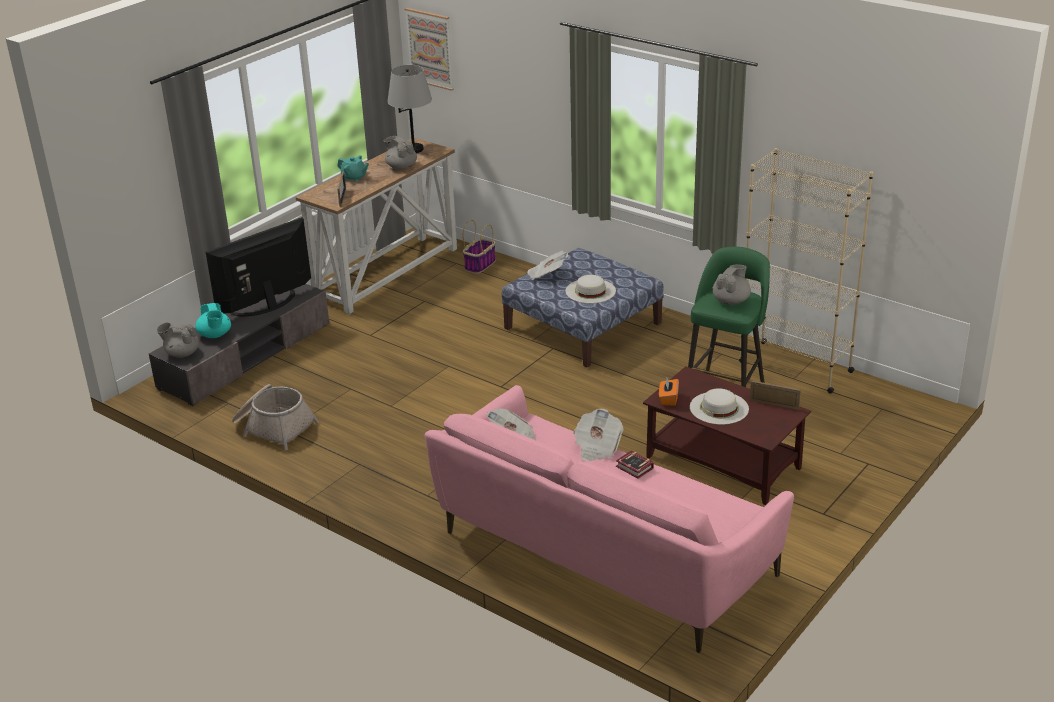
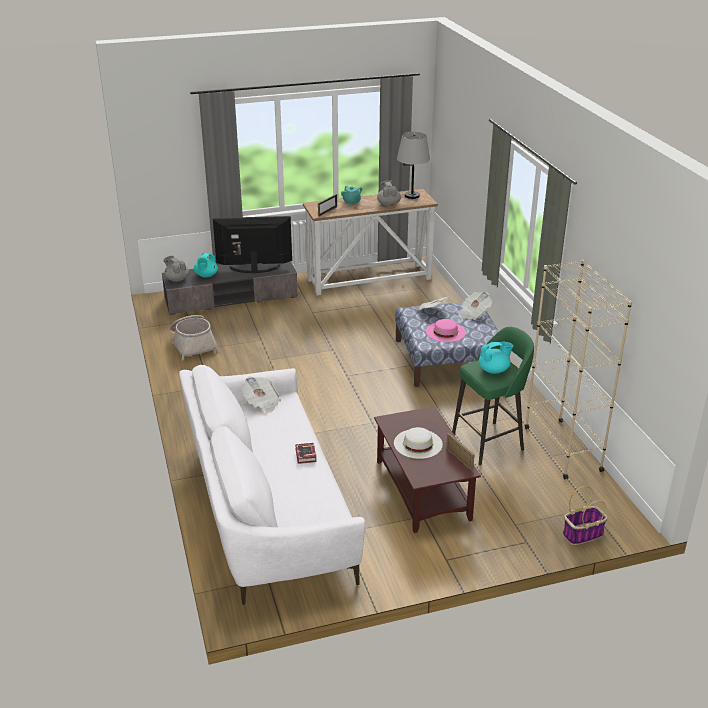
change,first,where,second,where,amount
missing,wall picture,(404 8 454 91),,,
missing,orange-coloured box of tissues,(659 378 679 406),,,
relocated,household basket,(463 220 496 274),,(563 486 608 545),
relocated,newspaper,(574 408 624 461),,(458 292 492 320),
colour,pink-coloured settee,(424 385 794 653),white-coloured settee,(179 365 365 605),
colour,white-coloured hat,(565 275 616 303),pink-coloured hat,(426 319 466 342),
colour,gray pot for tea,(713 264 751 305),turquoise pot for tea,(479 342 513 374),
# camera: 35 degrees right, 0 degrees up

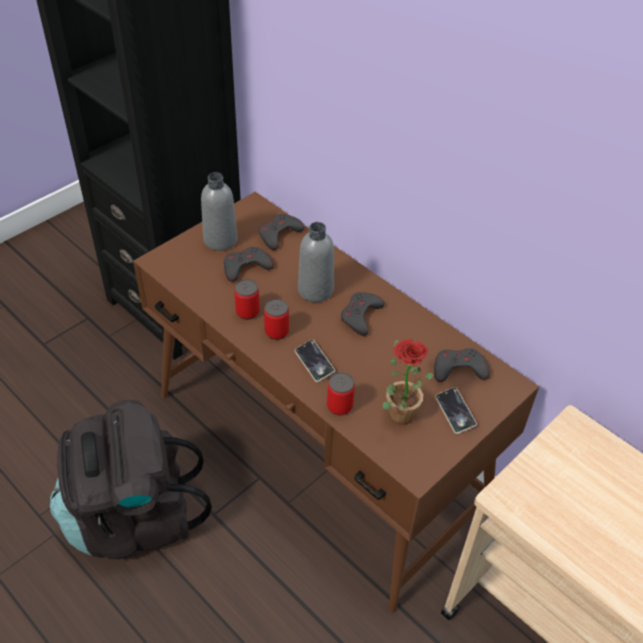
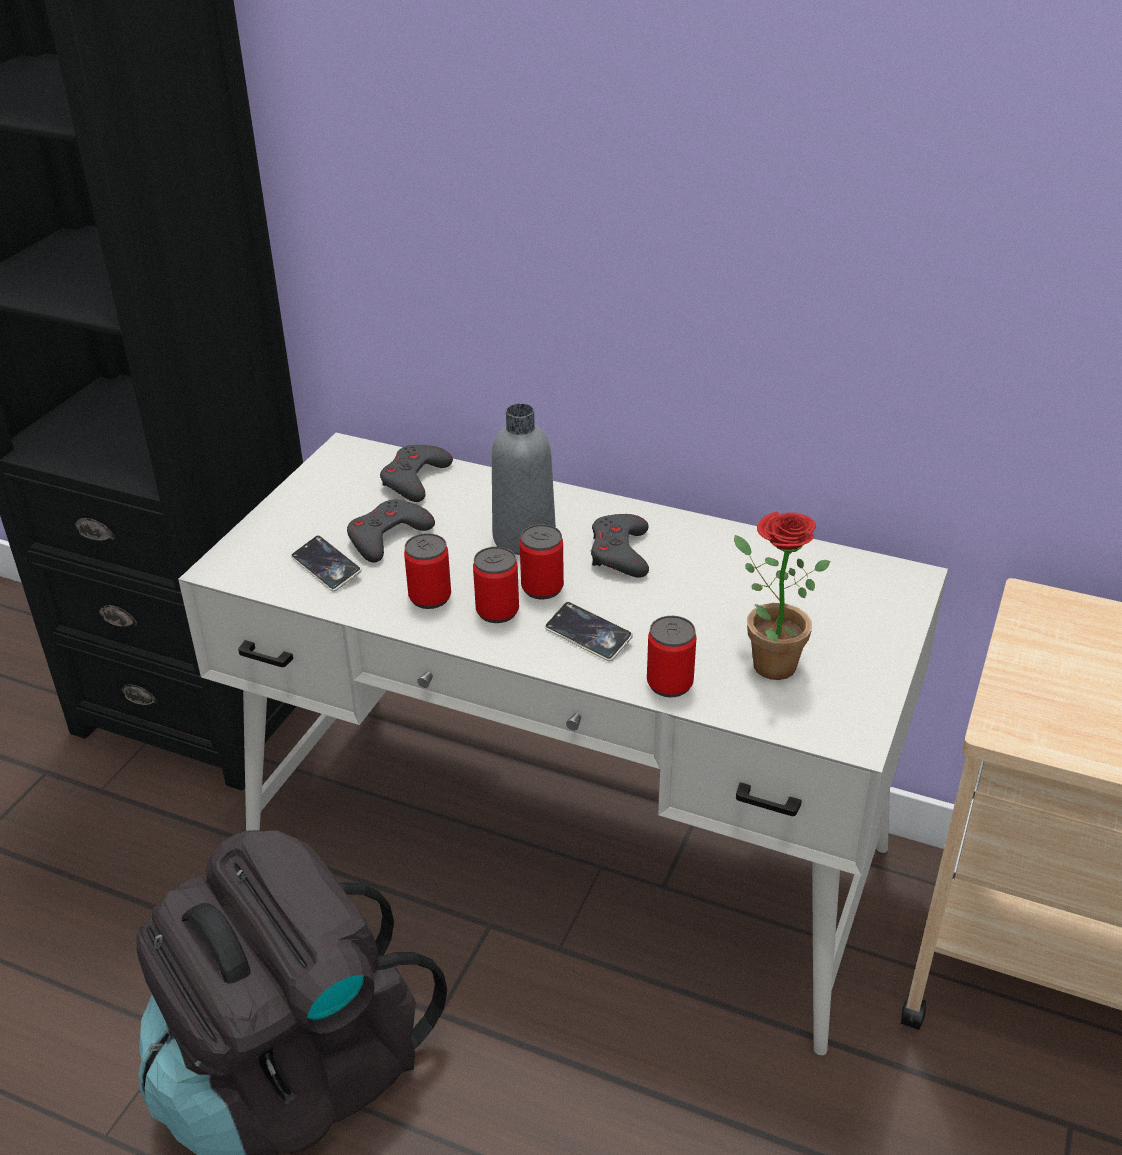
change,first,where,second,where,amount
missing,gray drink bottle,(201 172 238 251),,,
missing,gray joypad,(434 348 490 382),,,
appeared,,,can,(520 524 564 599),
relocated,telephone,(435 387 477 434),,(291 535 362 592),
colour,brown desk table,(133 192 539 613),white-coloured desk table,(178 433 948 1055),
# camera: 20 degrees left, 10 degrees down

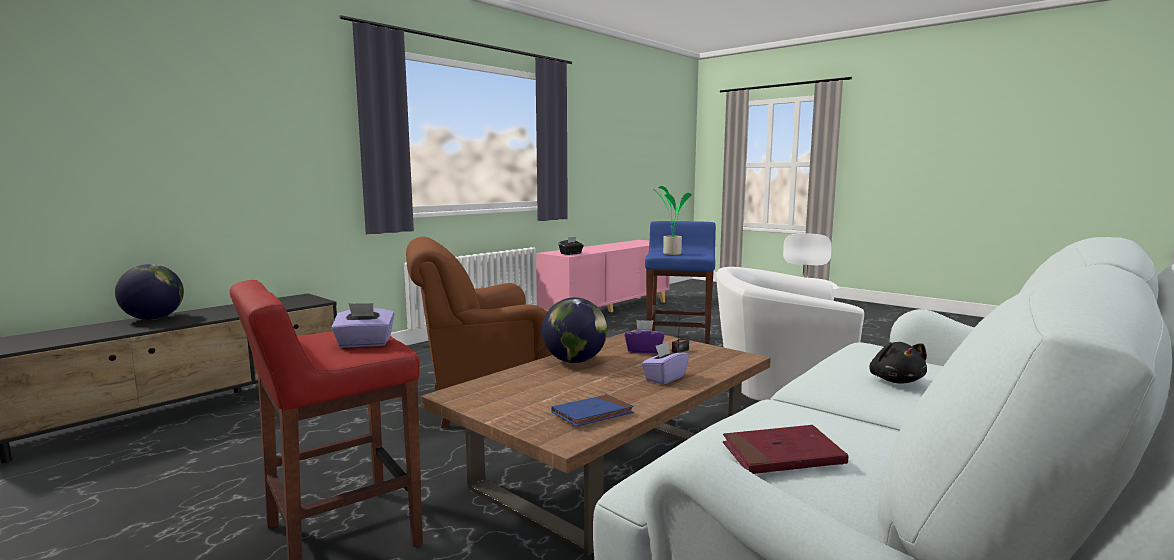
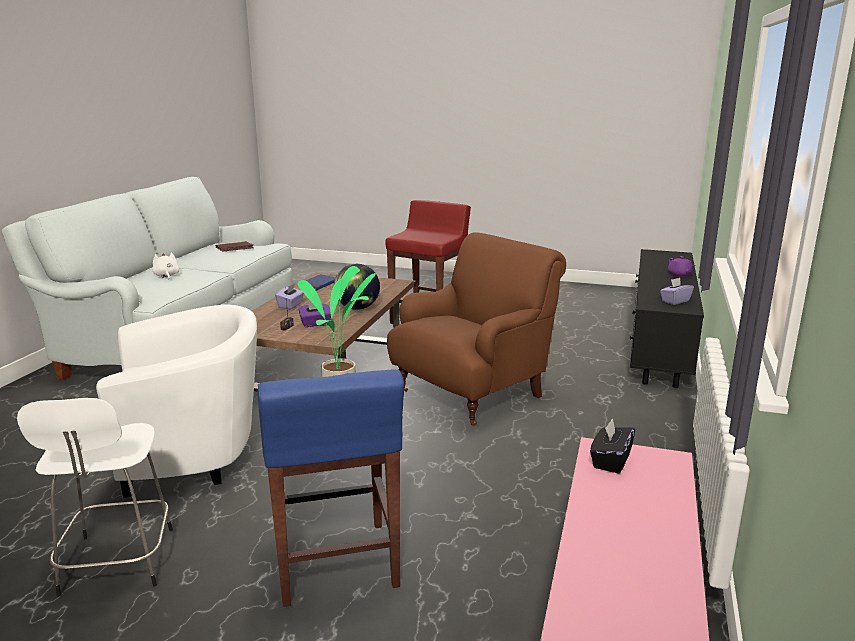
change,first,where,second,where,amount
relocated,purple box of tissues,(331 303 395 348),,(660 278 694 305),
exchanged,globe,(115 264 184 320),purple pot for tea,(668 256 695 277),
colour,black-coloured soft toy,(869 342 927 384),white-coloured soft toy,(152 252 179 279),
# camera: 155 degrees right, 10 degrees up

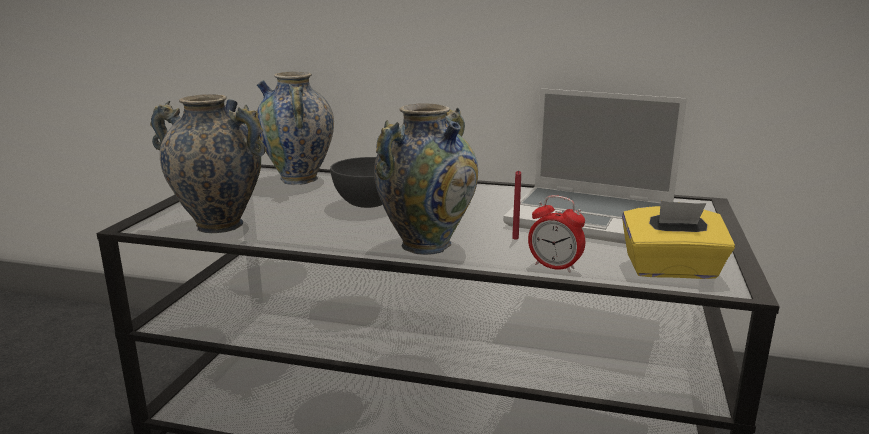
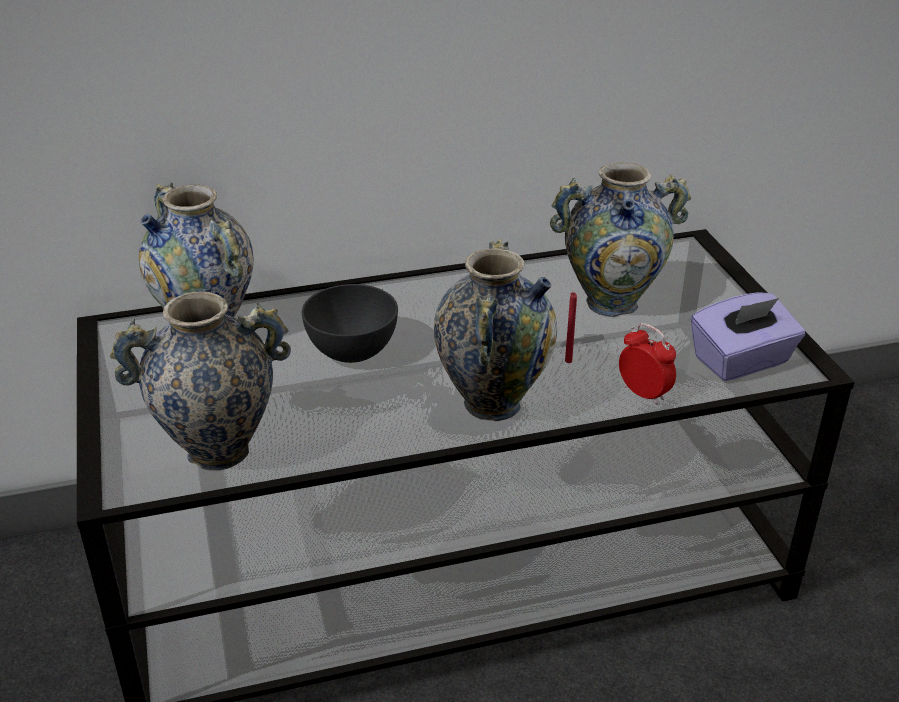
change,first,where,second,where,amount
exchanged,laptop,(503 88 687 244),flower vase,(550 162 691 317),
colour,yellow-coloured box of tissues,(622 201 735 279),purple box of tissues,(691 292 805 381),
spun,alarm clock,(528 195 585 273),,(619 323 676 405),135 degrees counterclockwise
# camera: 30 degrees left, 15 degrees up

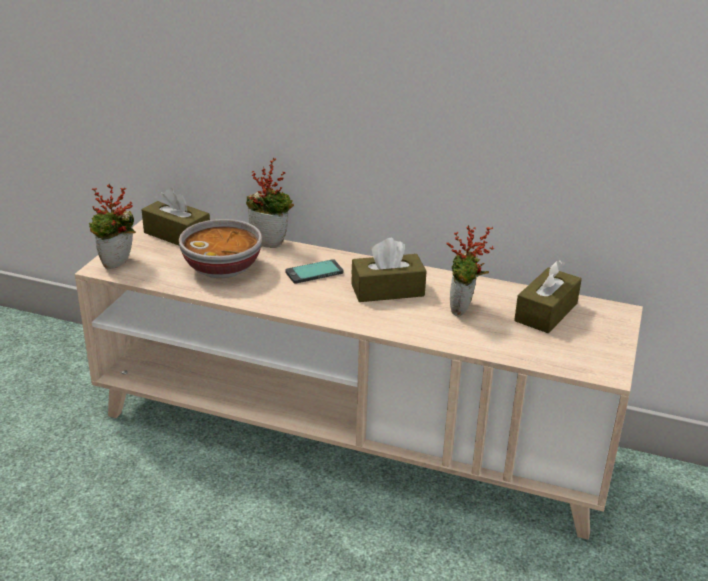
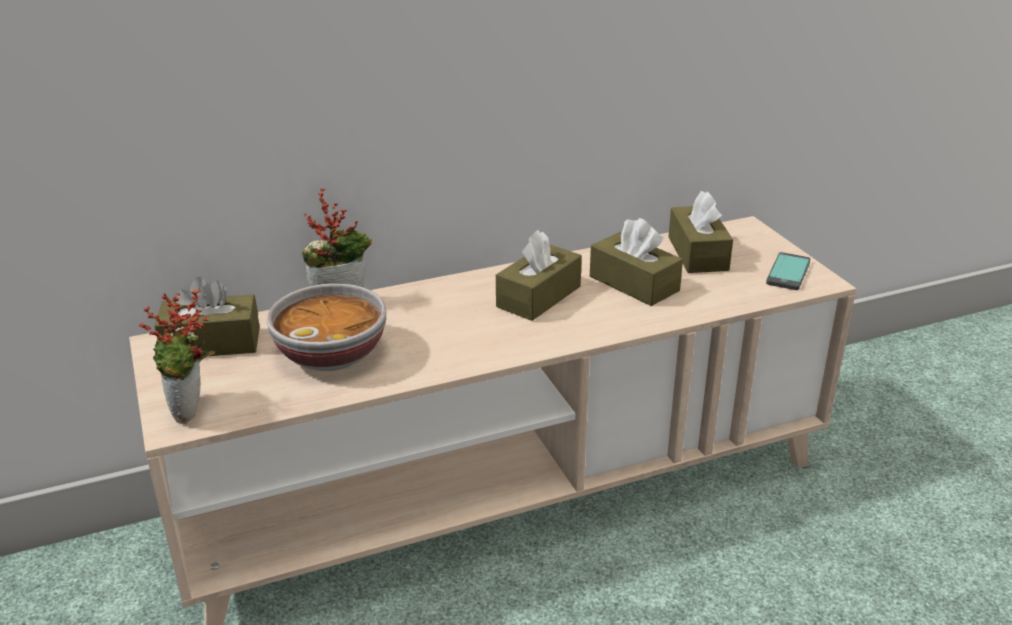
change,first,where,second,where,amount
relocated,telephone,(286 259 343 284),,(766 252 811 290),
exchanged,houseplant,(446 225 494 316),brown box of tissues,(590 218 683 306),
# camera: 40 degrees left, 0 degrees up

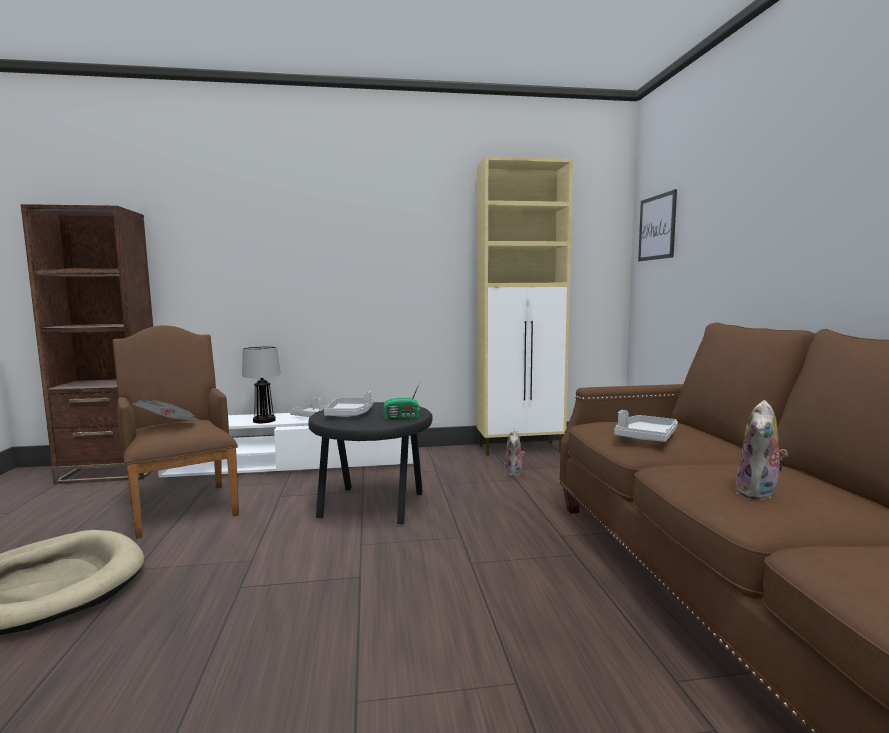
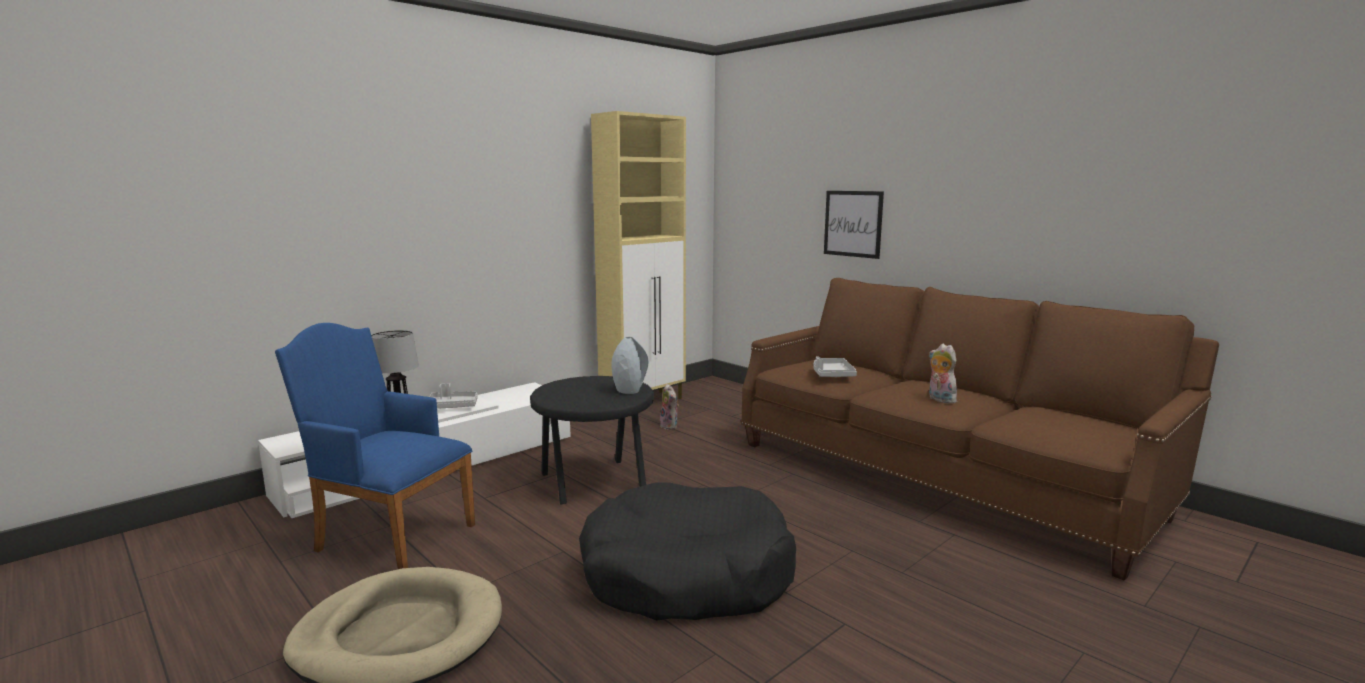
change,first,where,second,where,amount
missing,brown shelving unit,(21 204 153 484),,,
missing,newspaper,(132 400 199 420),,,
missing,gray serving tray,(324 391 373 417),,,
appeared,,,black-coloured dog bed,(579 482 796 621),
relocated,wall picture,(638 189 677 261),,(824 191 884 259),
exchanged,radio set,(383 383 420 420),gray flower vase,(611 337 648 394),
colour,brown armchair,(113 325 239 539),bluish armchair,(275 323 475 569),
spun,soft toy,(735 400 788 500),,(929 344 957 403),150 degrees clockwise
# camera: 35 degrees left, 5 degrees up

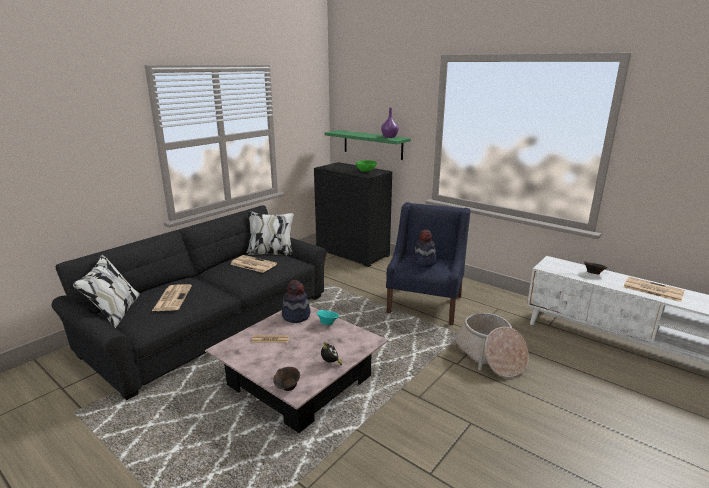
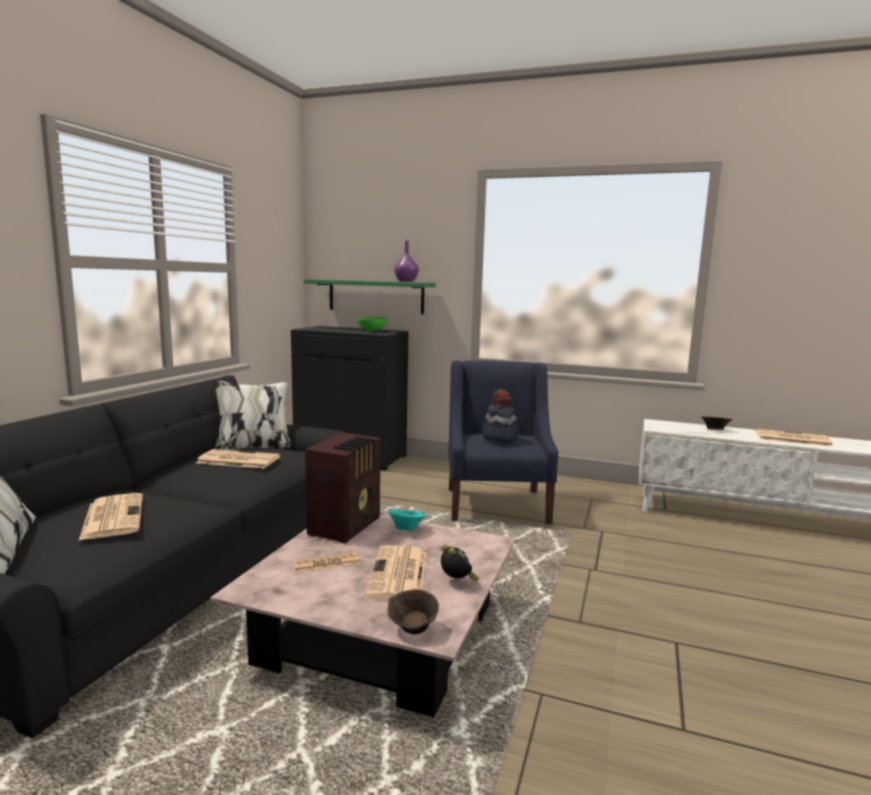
change,first,where,second,where,amount
missing,household basket,(451 313 529 378),,,
appeared,,,newspaper,(365 546 426 600),
exchanged,hat,(282 280 311 323),radio set,(305 433 380 544),
# camera: 20 degrees left, 10 degrees down

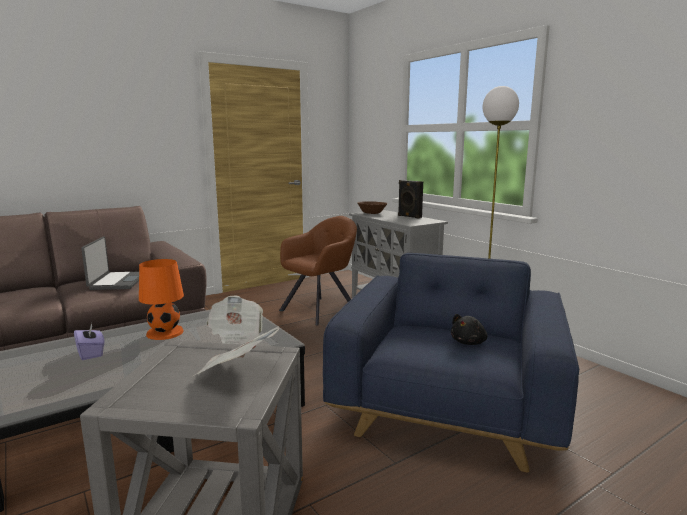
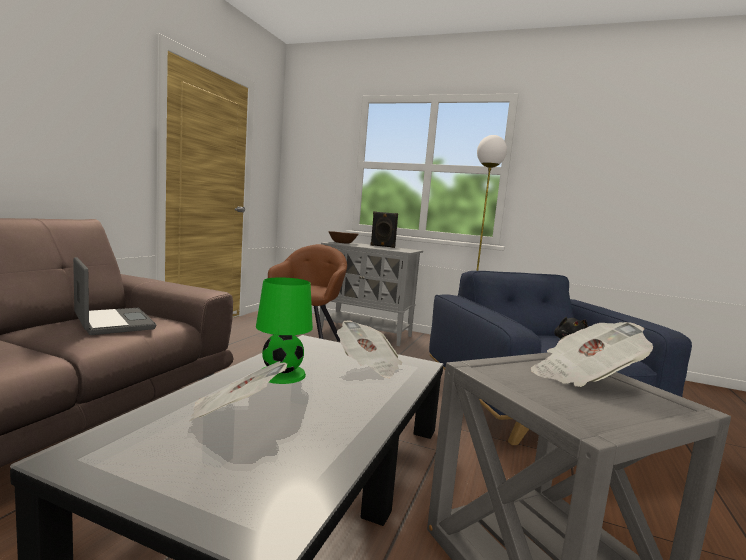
change,first,where,second,where,amount
exchanged,purple box of tissues,(74 323 105 360),newspaper,(190 361 287 421),
colour,orange-coloured table lamp,(139 259 184 340),green table lamp,(256 277 313 384),
# camera: 35 degrees left, 5 degrees down

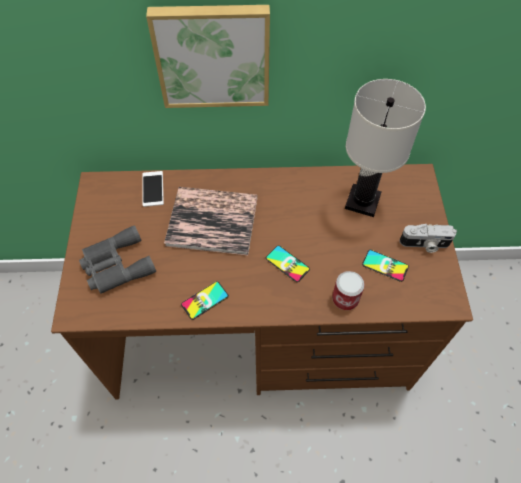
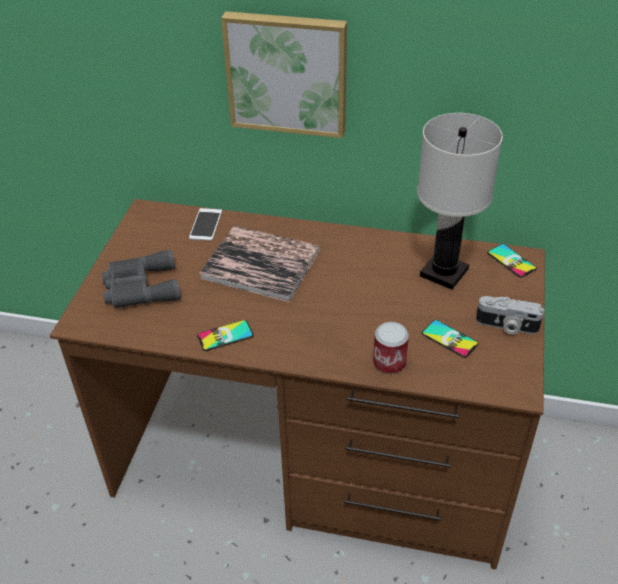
change,first,where,second,where,amount
relocated,telephone,(266 245 310 282),,(487 244 537 278),
# camera: 15 degrees right, 15 degrees down

